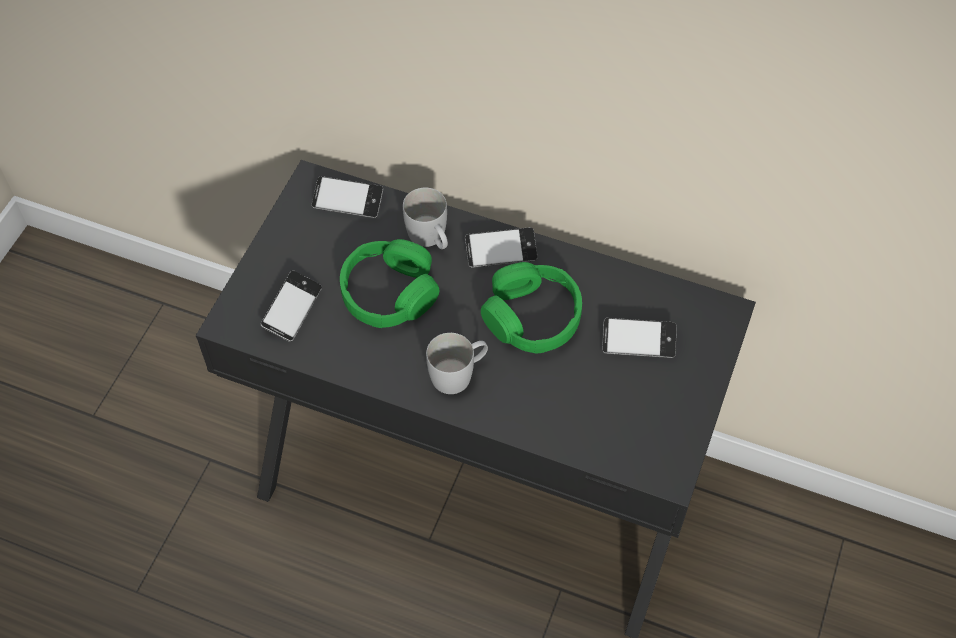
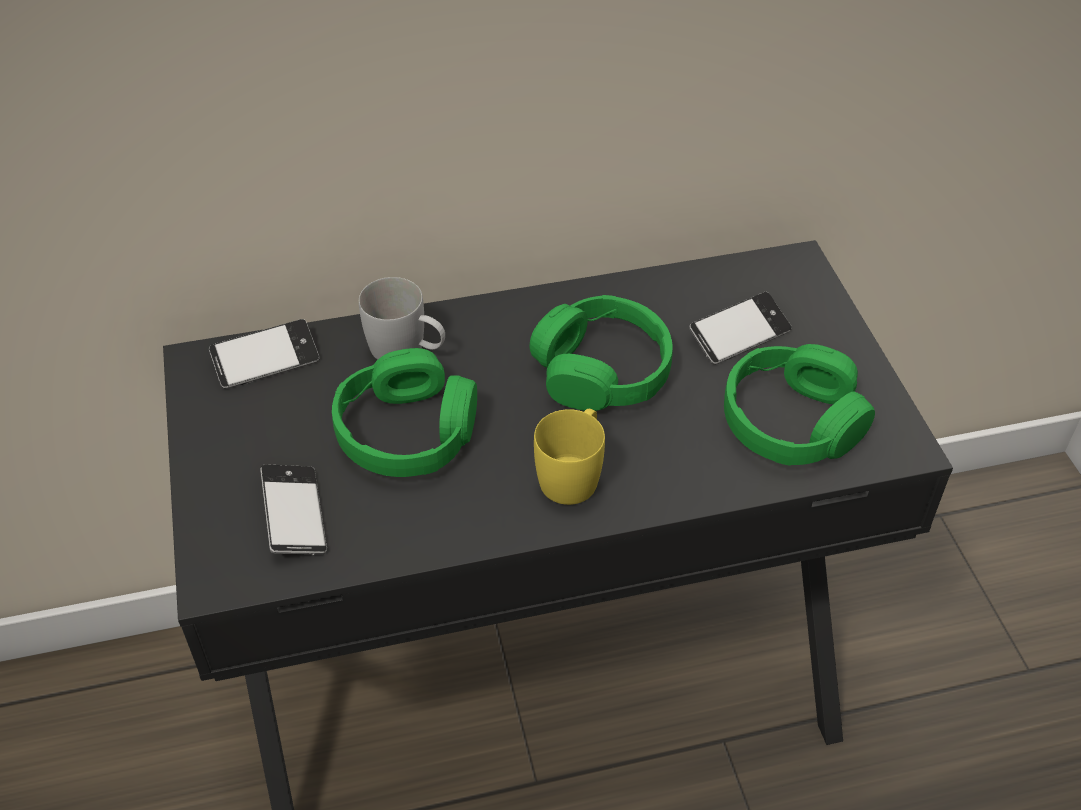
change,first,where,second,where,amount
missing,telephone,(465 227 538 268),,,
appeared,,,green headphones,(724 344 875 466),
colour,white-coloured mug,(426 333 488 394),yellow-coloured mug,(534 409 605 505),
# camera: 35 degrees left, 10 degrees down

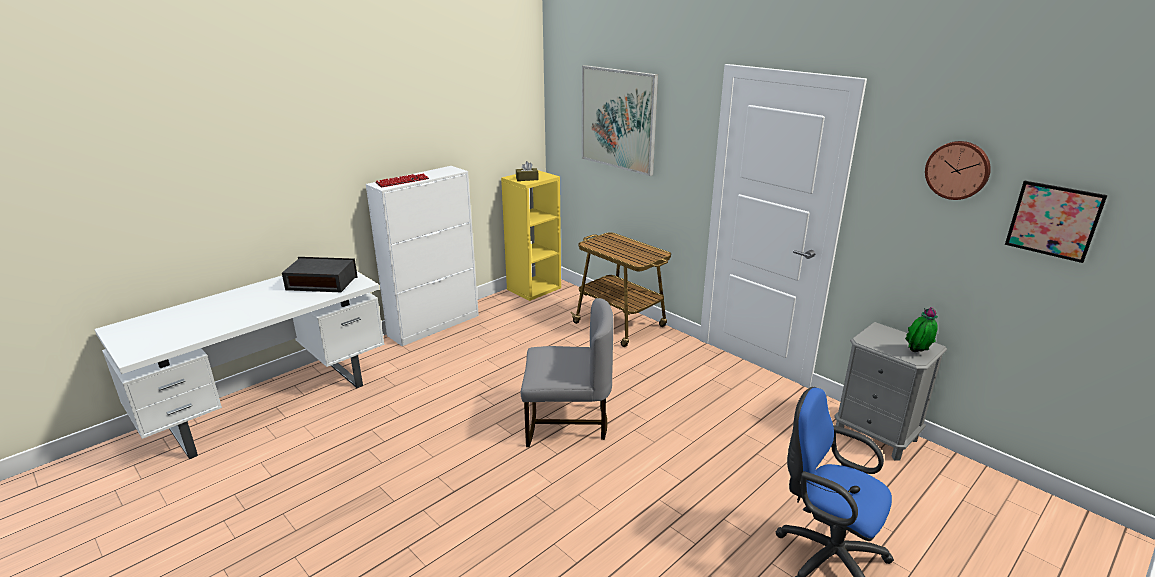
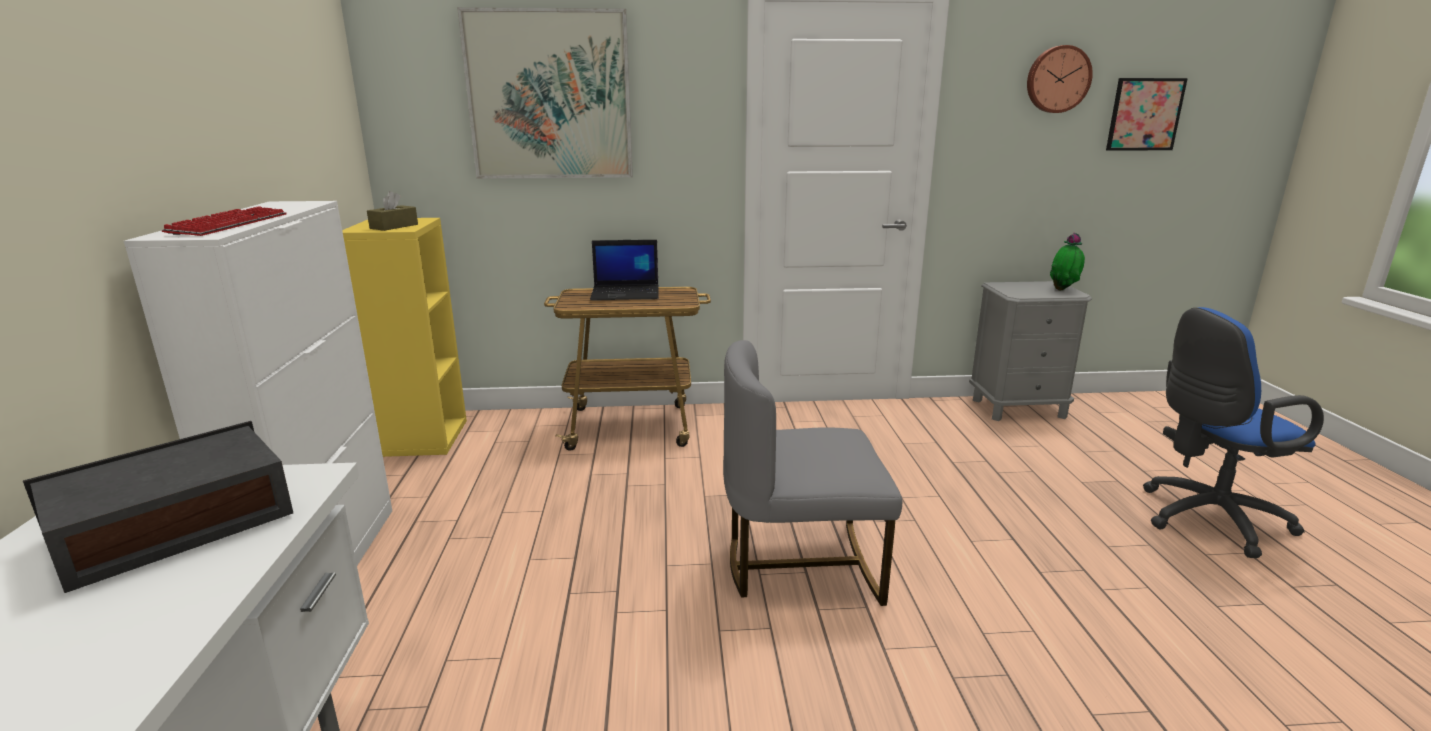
change,first,where,second,where,amount
appeared,,,laptop,(590 240 659 300),
spun,gray chair,(521 298 614 447),,(723 340 902 606),135 degrees counterclockwise
# camera: 50 degrees left, 5 degrees down

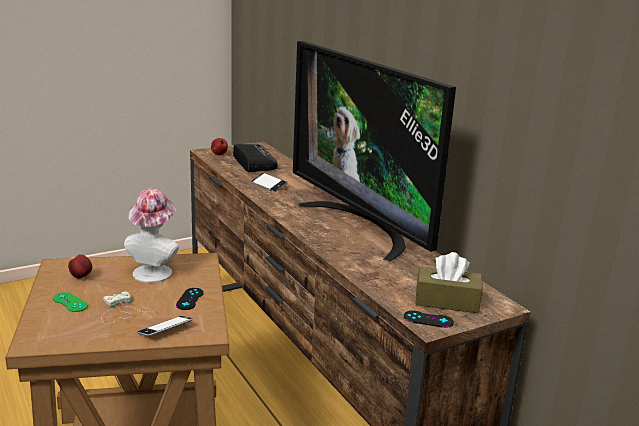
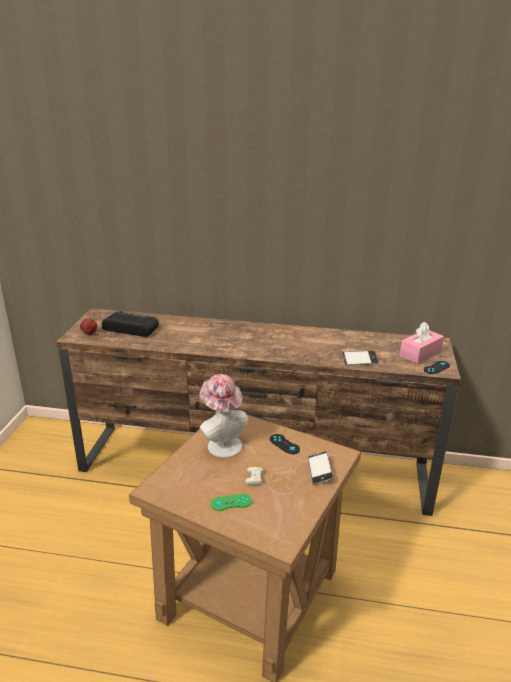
change,first,where,second,where,amount
missing,apple,(68 254 92 279),,,
missing,television,(293 41 456 262),,,
relocated,telephone,(251 173 287 192),,(342 351 378 366),
colour,brown box of tissues,(415 252 483 313),pink-coloured box of tissues,(399 322 444 364),
# camera: 50 degrees left, 5 degrees up

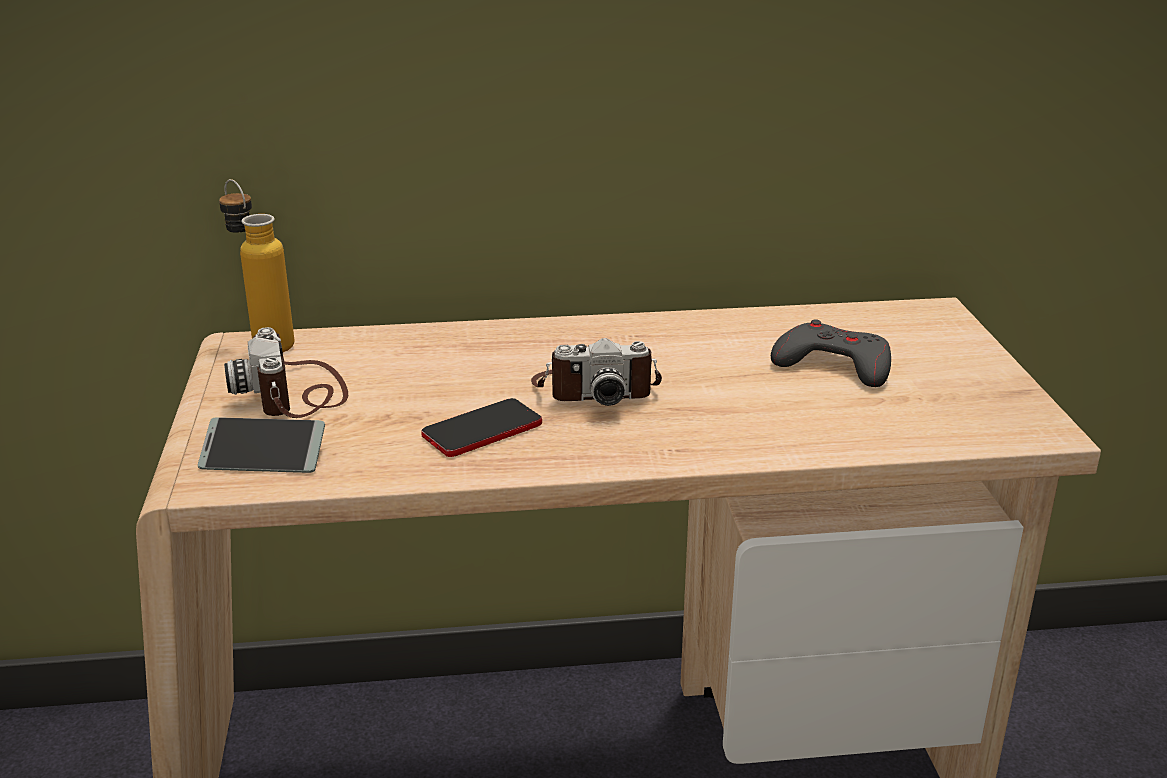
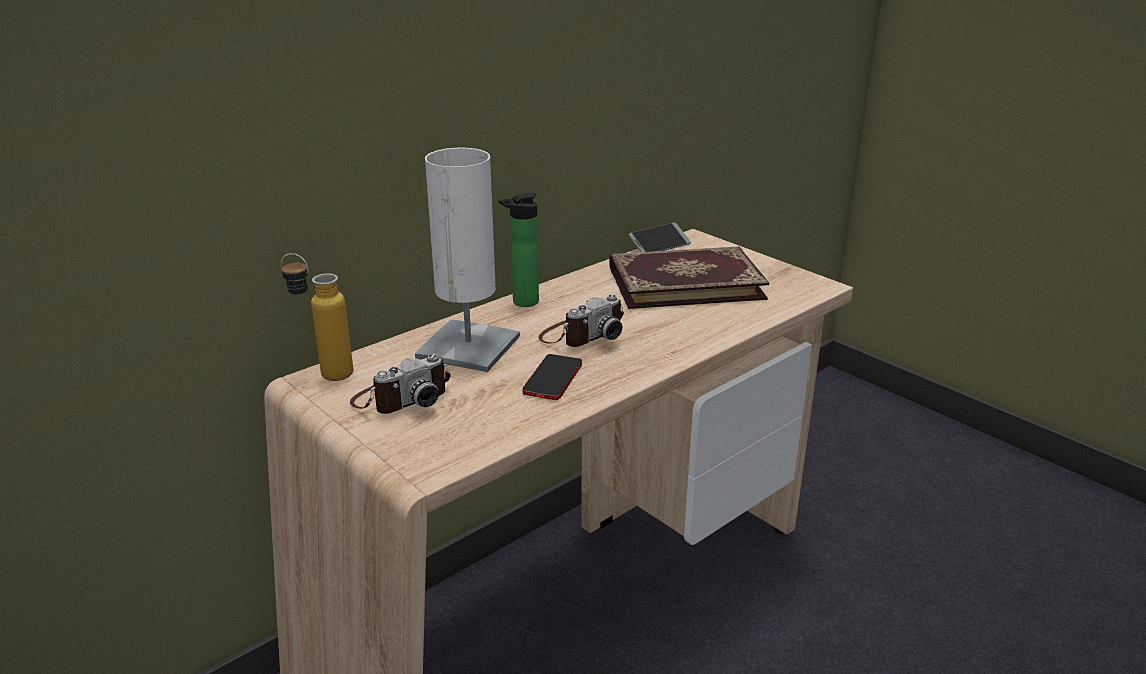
change,first,where,second,where,amount
appeared,,,white-coloured table lamp,(415 148 520 372),
appeared,,,drink bottle,(499 192 539 307),
relocated,telephone,(198 417 325 473),,(628 223 691 252),
exchanged,gray joypad,(771 320 891 387),volume,(609 246 769 309),
spun,still camera,(224 327 348 418),,(350 354 450 414),75 degrees counterclockwise
# camera: 35 degrees left, 0 degrees up

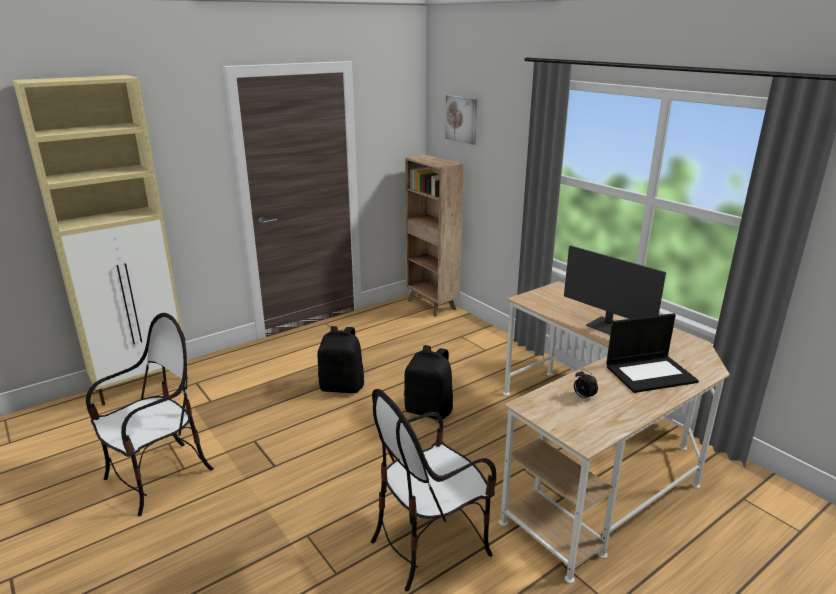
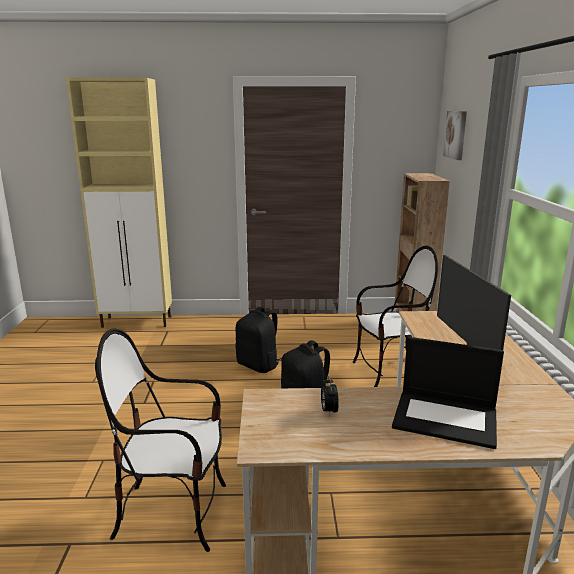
change,first,where,second,where,amount
relocated,chair,(86 313 214 516),,(353 246 438 387),
# camera: 35 degrees right, 5 degrees down

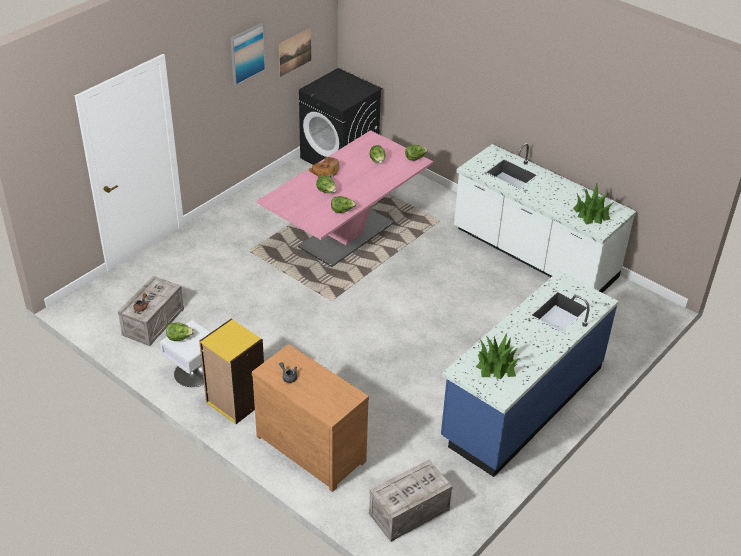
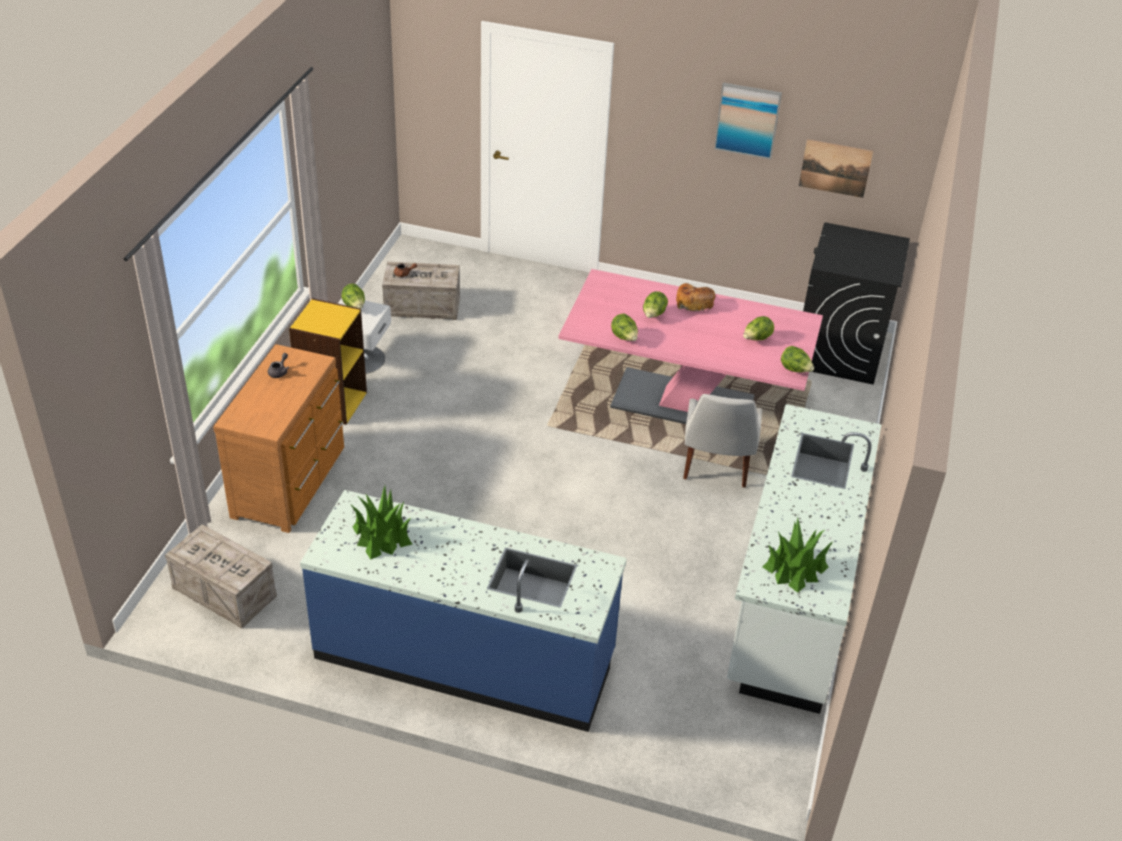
change,first,where,second,where,amount
appeared,,,white-coloured chair,(683 394 762 488),
# camera: 65 degrees right, 0 degrees up

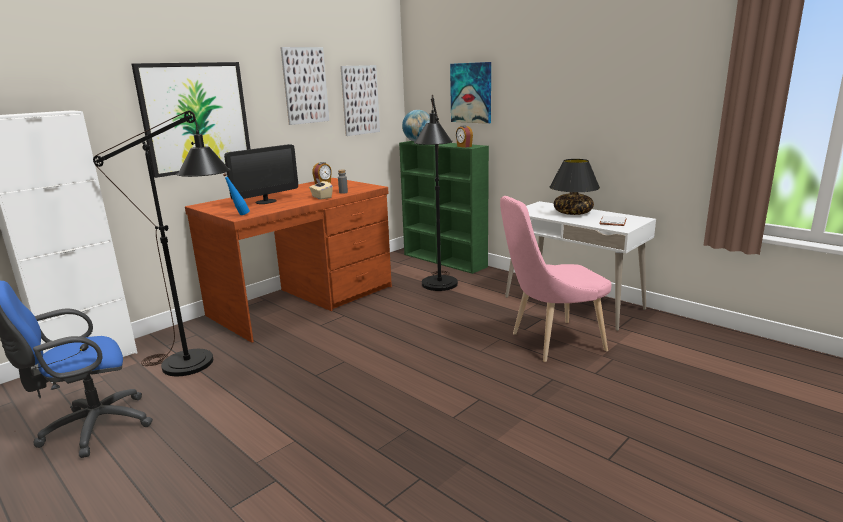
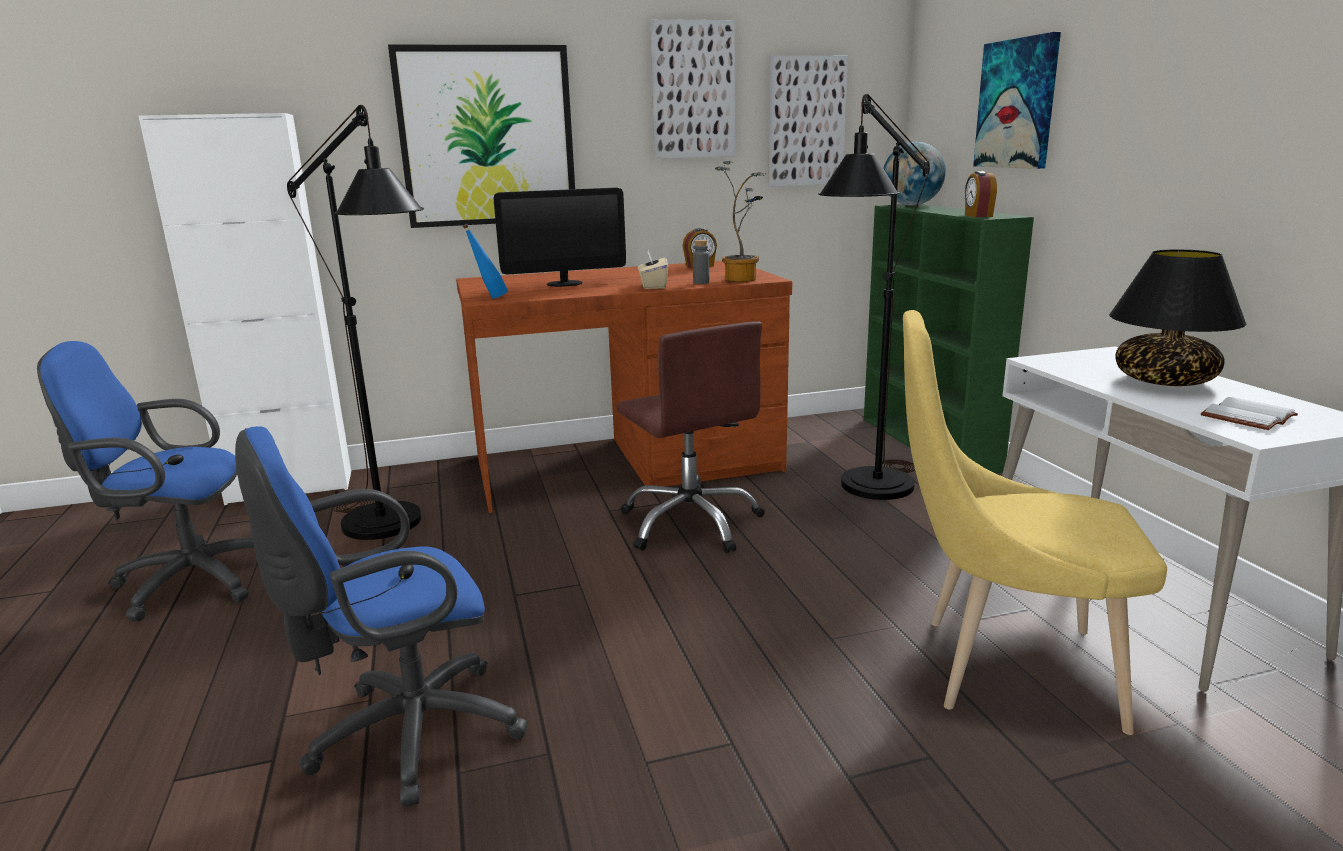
change,first,where,second,where,amount
appeared,,,bluish desk chair,(235 426 528 807),
appeared,,,brown desk chair,(616 321 765 553),
appeared,,,houseplant,(715 161 765 282),
colour,pink-coloured chair,(500 196 611 362),yellow-coloured chair,(903 310 1167 735),
# camera: 30 degrees right, 0 degrees up

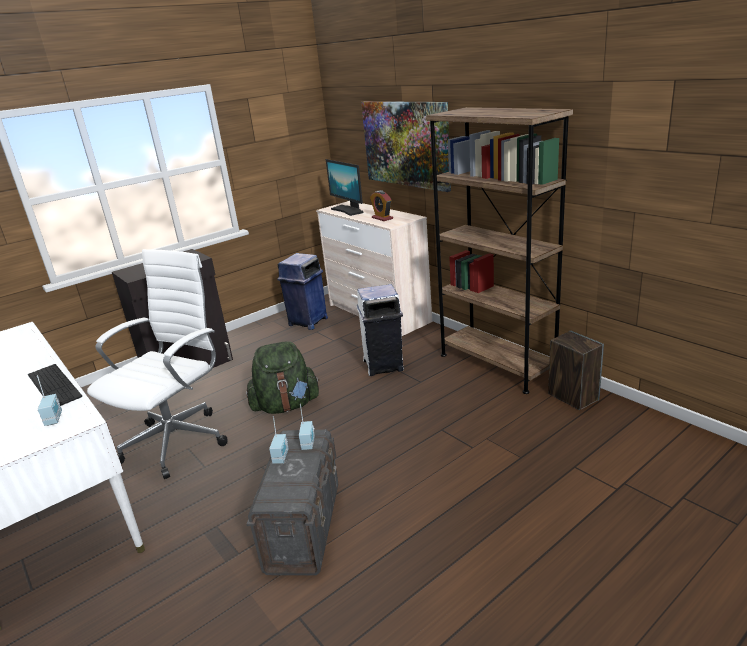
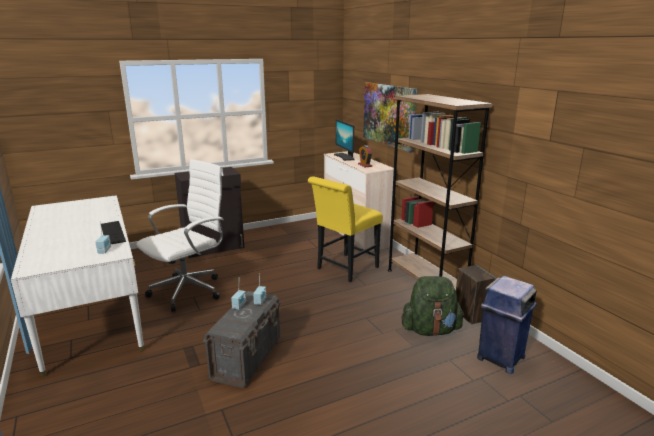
change,first,where,second,where,amount
relocated,green knapsack,(246 341 320 414),,(401 276 464 336),
relocated,bluish waste bin,(277 253 328 330),,(477 276 537 374),
exchanged,white-coloured waste bin,(356 284 404 376),yellow-coloured chair,(308 176 383 282),
# camera: 10 degrees right, 5 degrees down

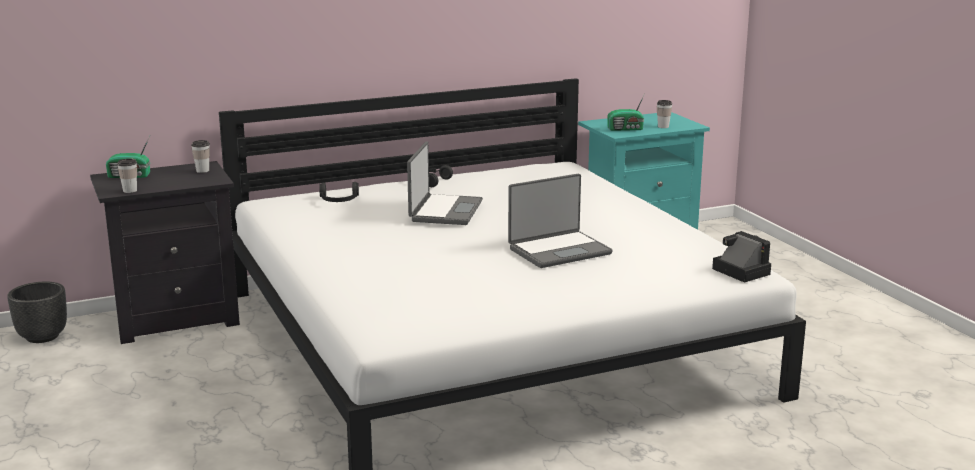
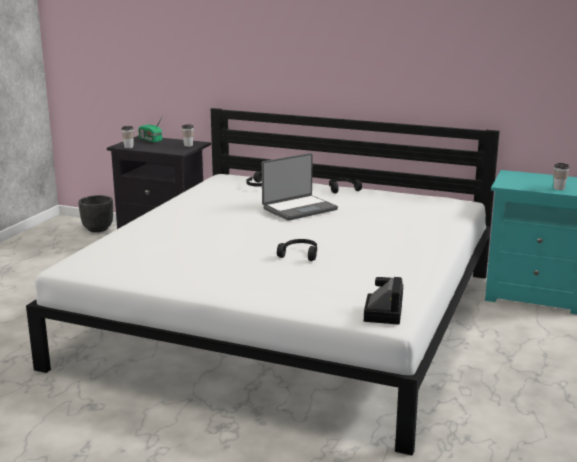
change,first,where,second,where,amount
missing,radio set,(607 93 645 131),,,
exchanged,laptop,(508 174 613 268),black-coloured headphones,(277 239 317 261),
# camera: 45 degrees right, 0 degrees up

